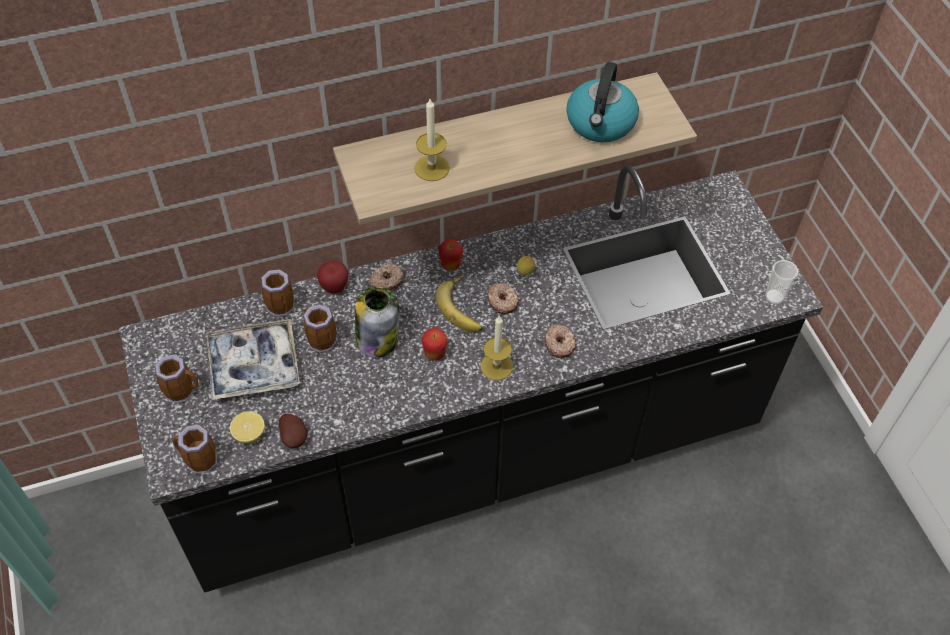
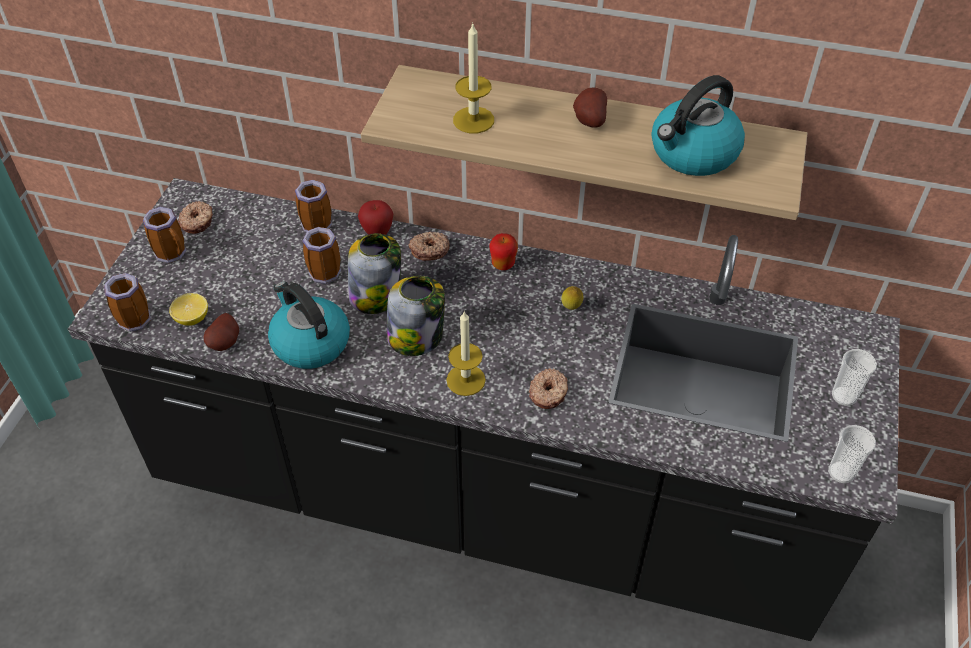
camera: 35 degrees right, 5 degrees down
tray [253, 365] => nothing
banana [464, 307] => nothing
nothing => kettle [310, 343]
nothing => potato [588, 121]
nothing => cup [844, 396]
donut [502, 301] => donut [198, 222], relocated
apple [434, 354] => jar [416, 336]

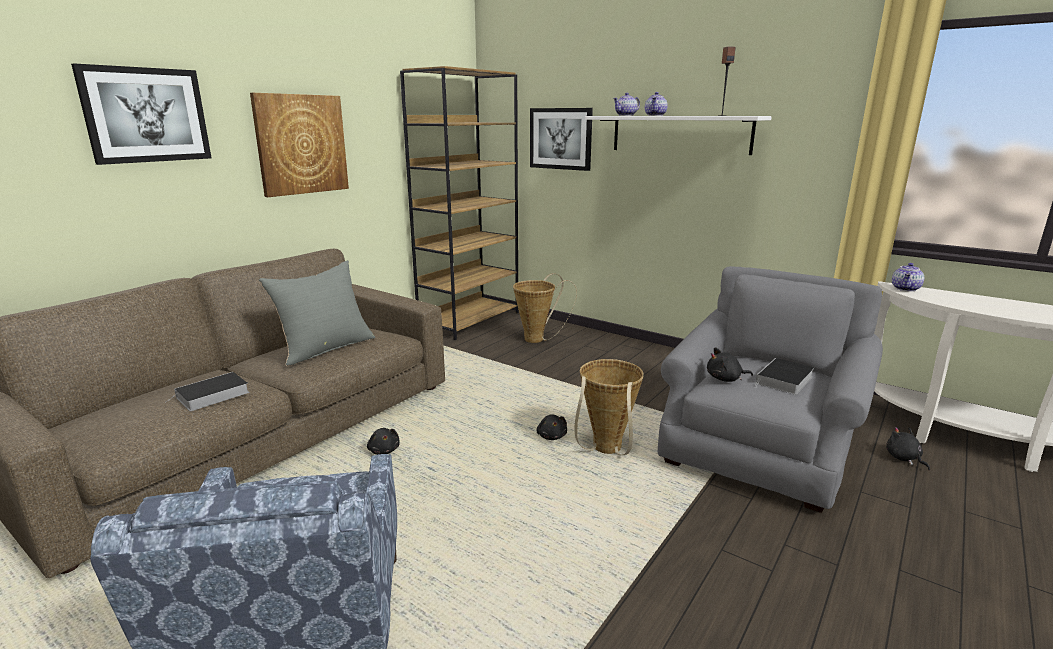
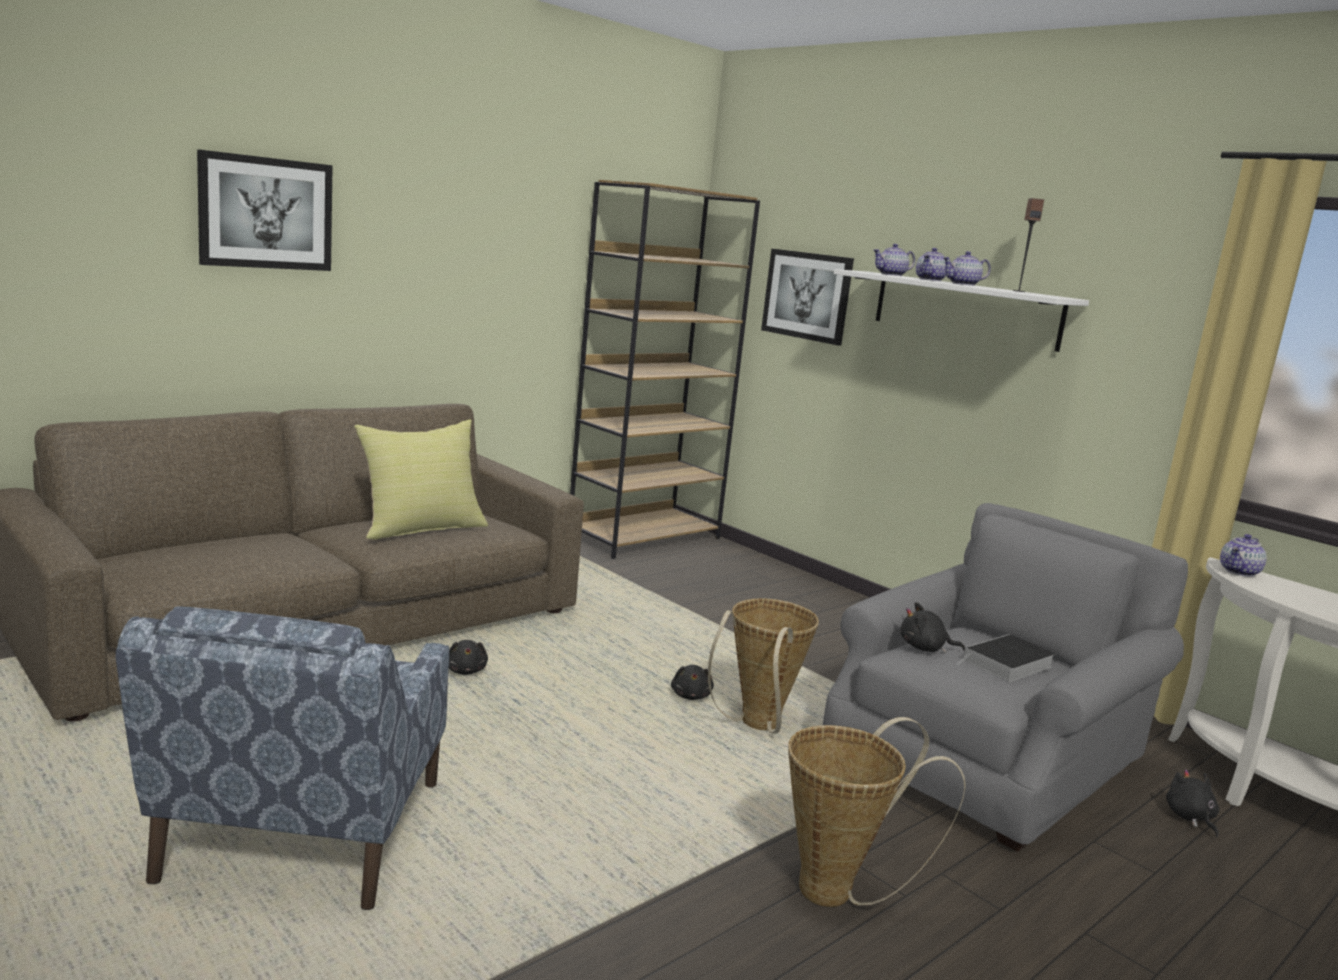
camera: 10 degrees right, 5 degrees down
book [211, 396] => nothing
picture [301, 144] => nothing
nothing => teapot [963, 284]
basket [538, 339] => basket [837, 891], relocated
grey pillow [326, 348] => yellow pillow [422, 528]

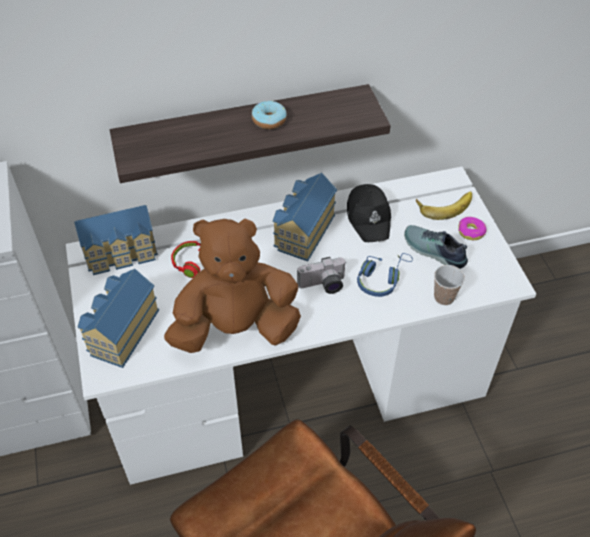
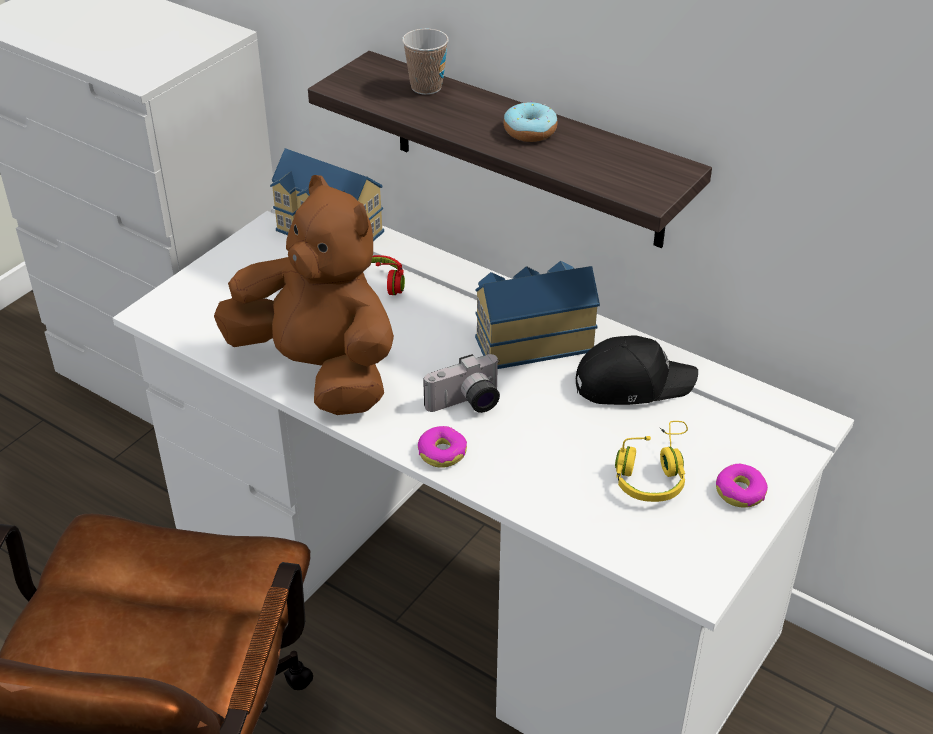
camera: 50 degrees right, 10 degrees down
toy house [121, 331] => nothing
blue headphones [382, 279] => nothing
banana [444, 205] => nothing
nothing => donut [442, 452]
cup [444, 297] => cup [426, 87], relocated
shoe [433, 251] => yellow headphones [652, 473]
photo camera [323, 286] => photo camera [466, 404], 60 degrees counterclockwise
black cap [369, 217] => black cap [632, 383], 135 degrees counterclockwise

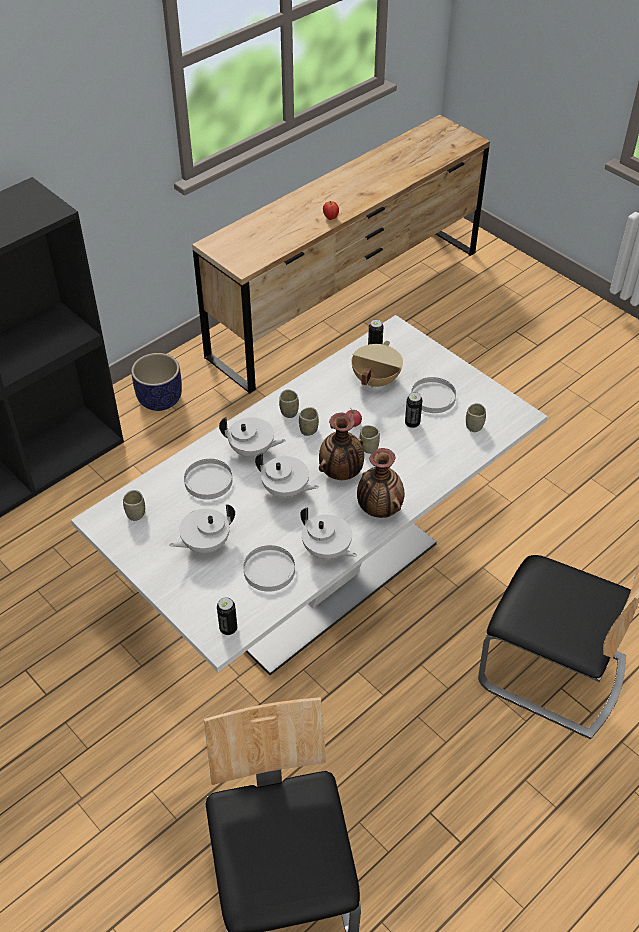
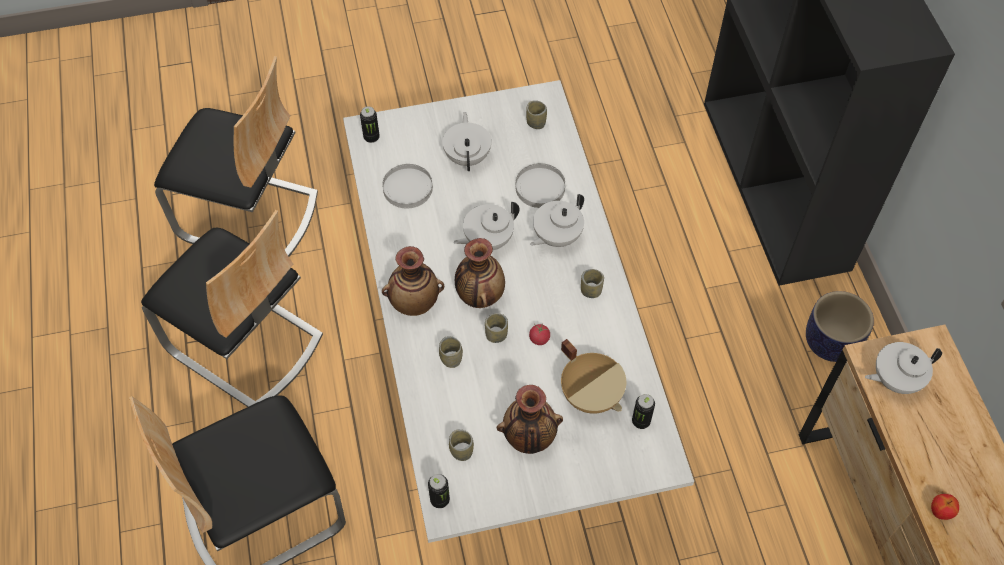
camera: 120 degrees right, 10 degrees up
nothing => chair [244, 344]
cup [308, 430] => cup [451, 359], relocated
white teapot [327, 551] => white teapot [895, 379], relocated
can [412, 423] => can [440, 500], relocated
white plate [433, 397] => vase [529, 437]

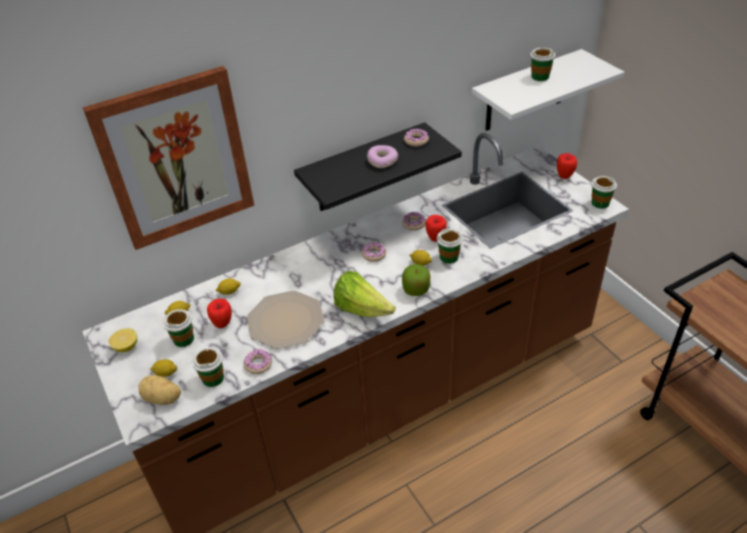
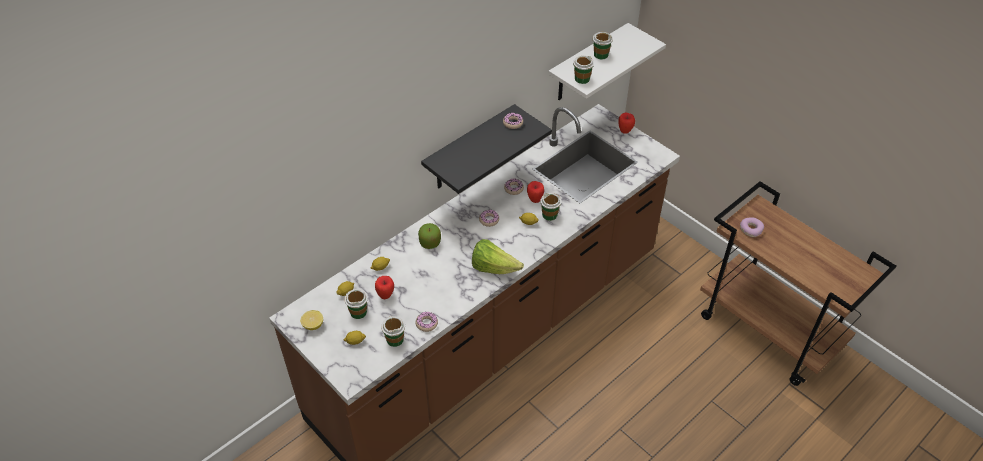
camera: 15 degrees left, 5 degrees up
picture [176, 159] => nothing
potato [162, 399] => nothing
plate [285, 321] => nothing
donut [382, 161] => donut [750, 229], relocated
apple [416, 289] => apple [430, 243], relocated
cup [600, 203] => cup [582, 79], relocated

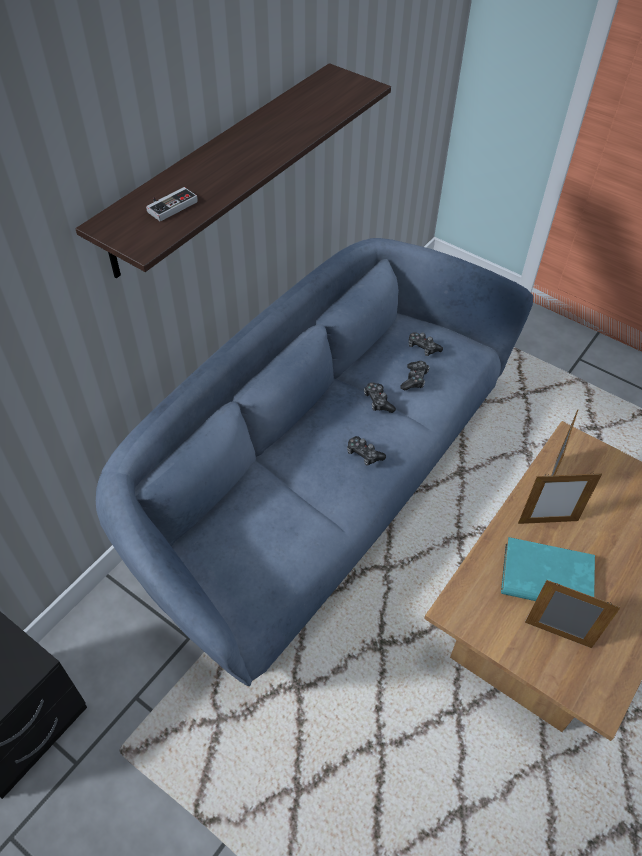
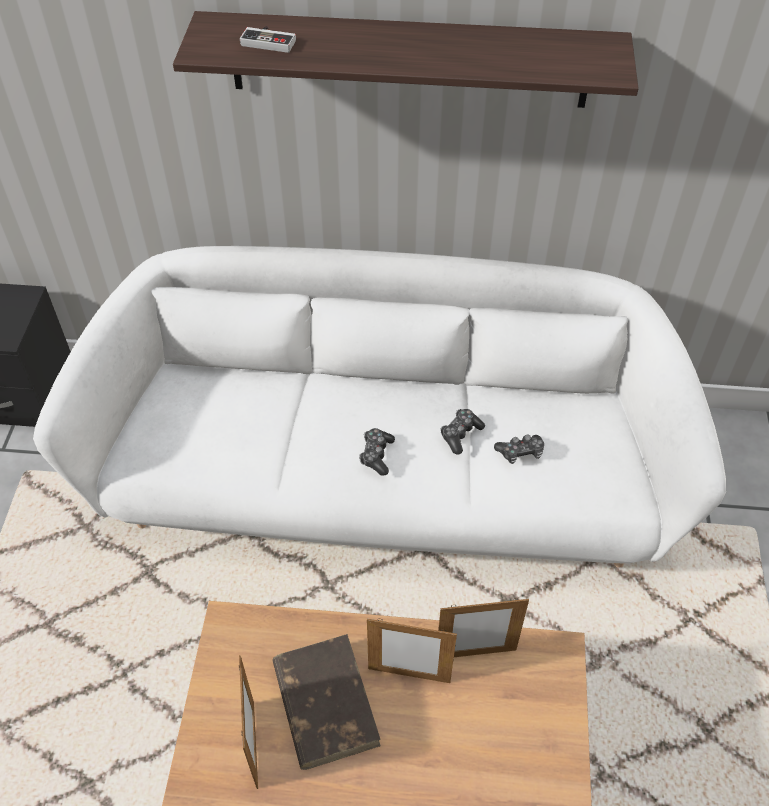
camera: 60 degrees right, 0 degrees up
game controller [423, 347] => nothing
blue sofa [321, 490] => white sofa [384, 479]
turquoise book [545, 578] => brown book [325, 702]
picture frame [548, 521] => picture frame [409, 675], 45 degrees counterclockwise

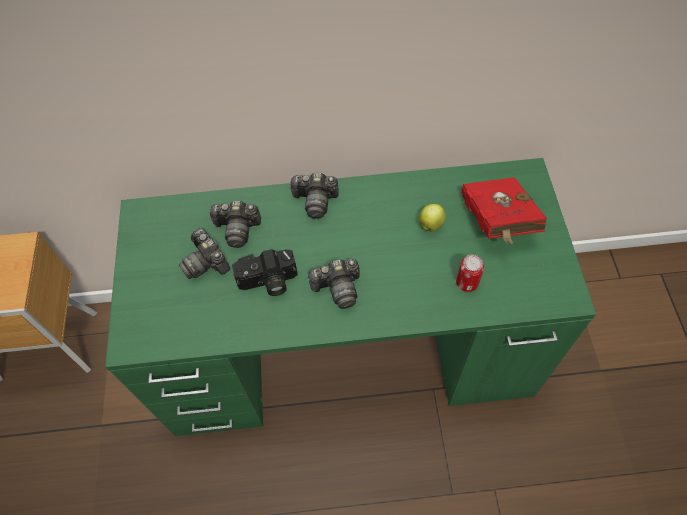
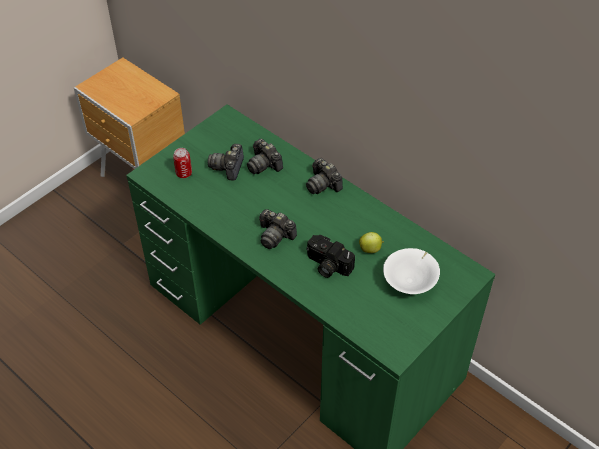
camera: 45 degrees right, 10 degrees down
photo camera [268, 282] => photo camera [327, 265], relocated
can [467, 283] => can [184, 173], relocated
red book [497, 223] => white bowl [410, 282]

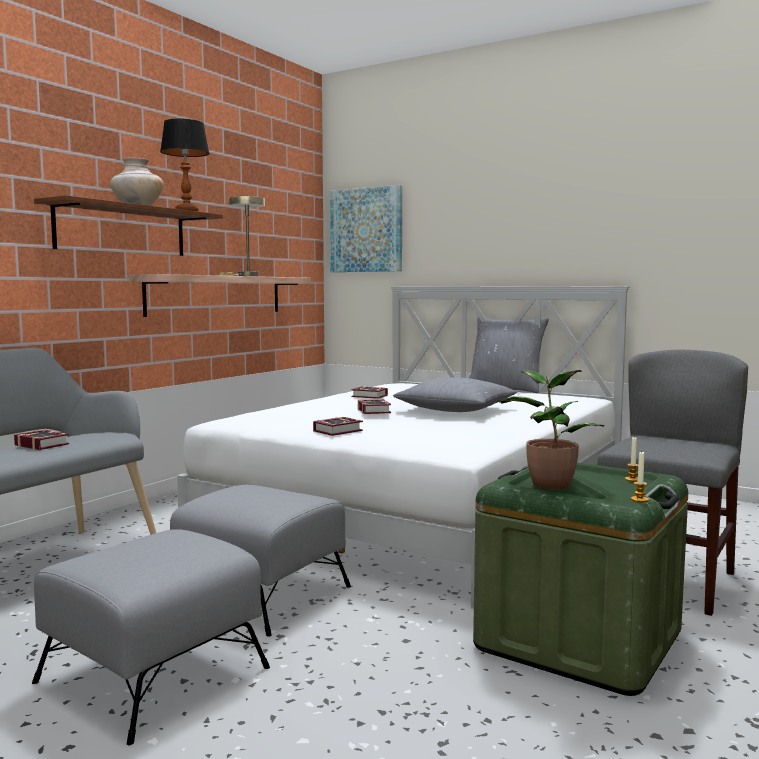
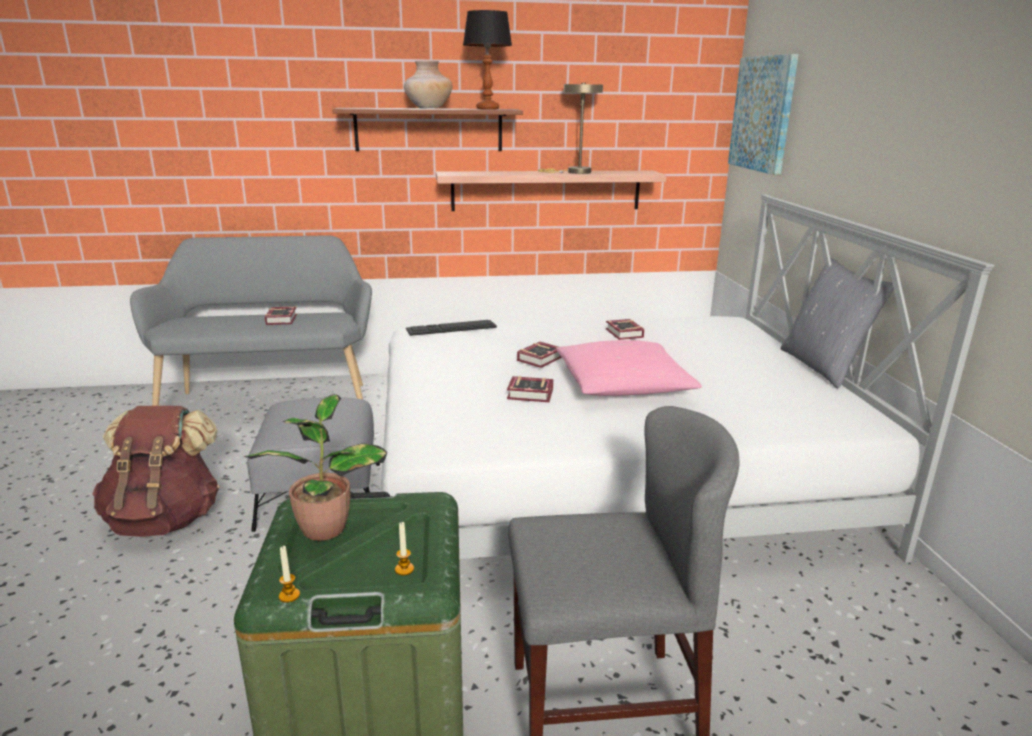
camera: 50 degrees right, 15 degrees up
nothing => keyboard [451, 328]
book [340, 431] => book [532, 395], relocated
grey ottoman [155, 674] => brown backpack [166, 519]
grey pillow [456, 410] => pink pillow [623, 385]

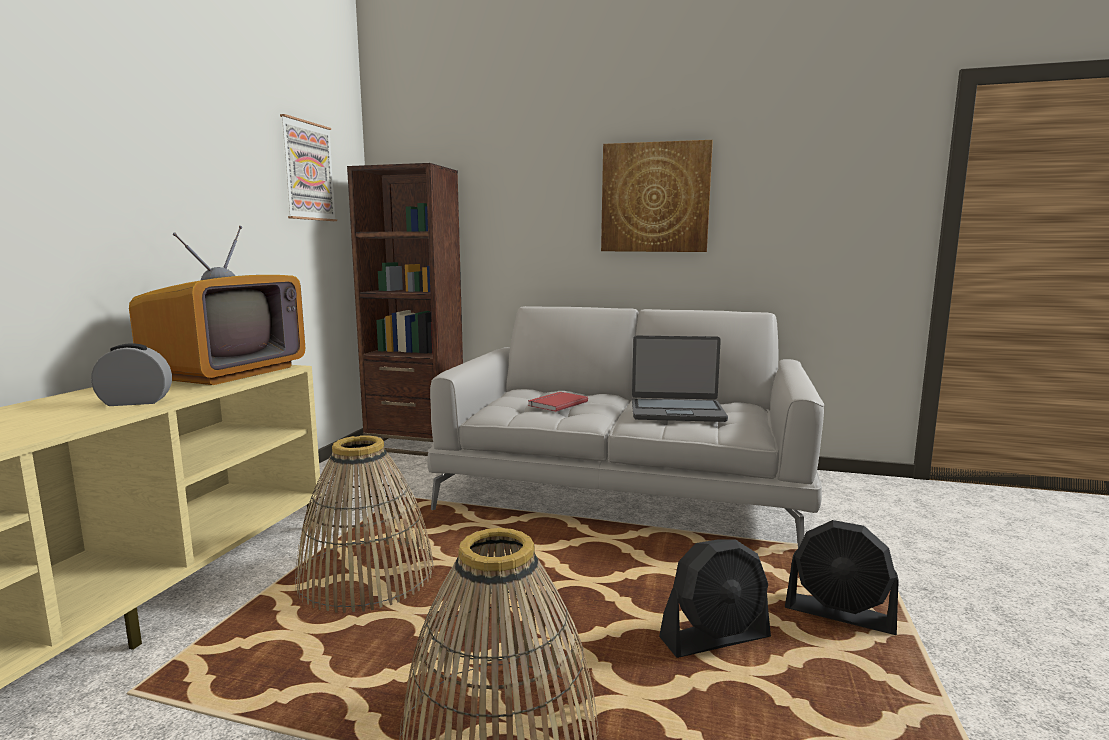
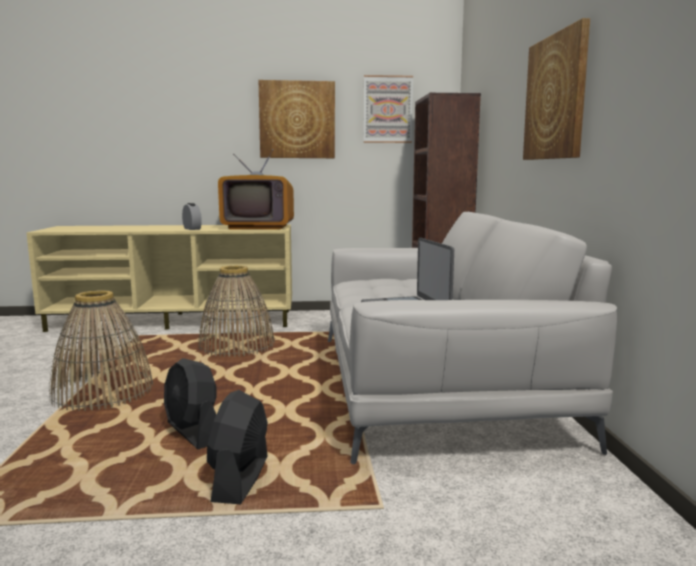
camera: 70 degrees right, 0 degrees up
red book [556, 403] => nothing
nothing => picture [297, 120]

